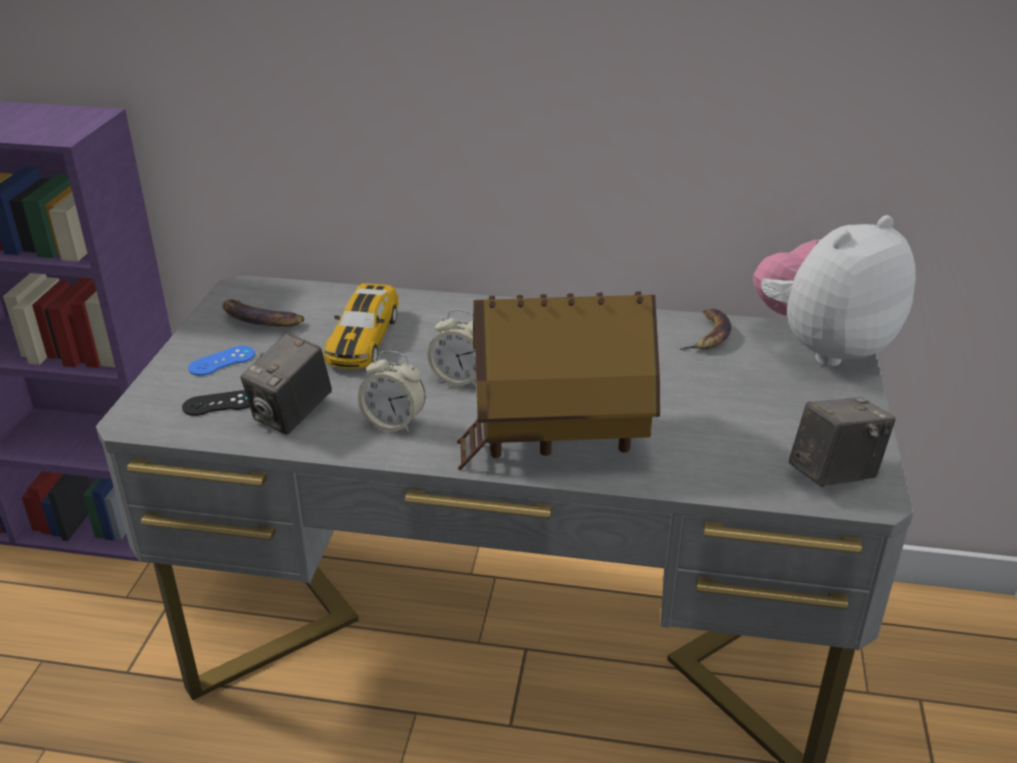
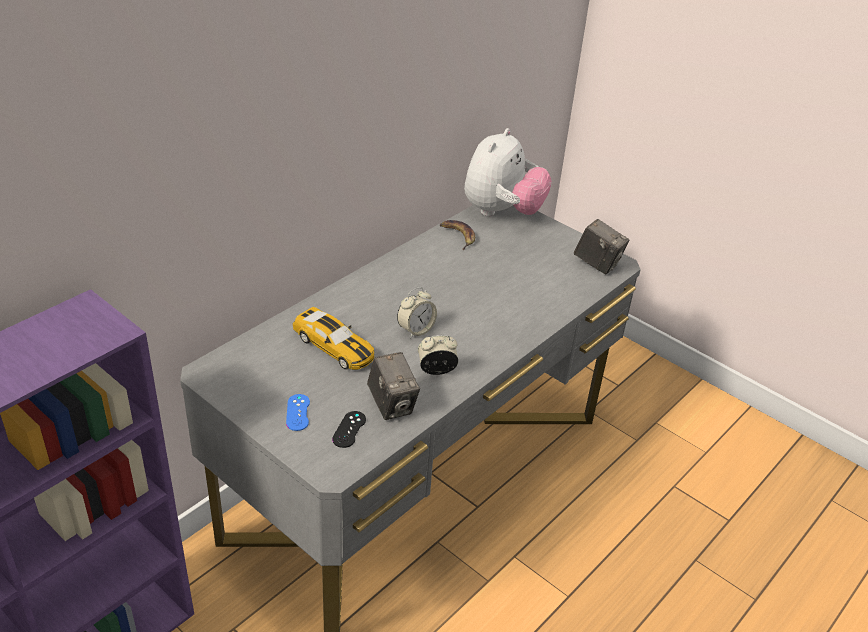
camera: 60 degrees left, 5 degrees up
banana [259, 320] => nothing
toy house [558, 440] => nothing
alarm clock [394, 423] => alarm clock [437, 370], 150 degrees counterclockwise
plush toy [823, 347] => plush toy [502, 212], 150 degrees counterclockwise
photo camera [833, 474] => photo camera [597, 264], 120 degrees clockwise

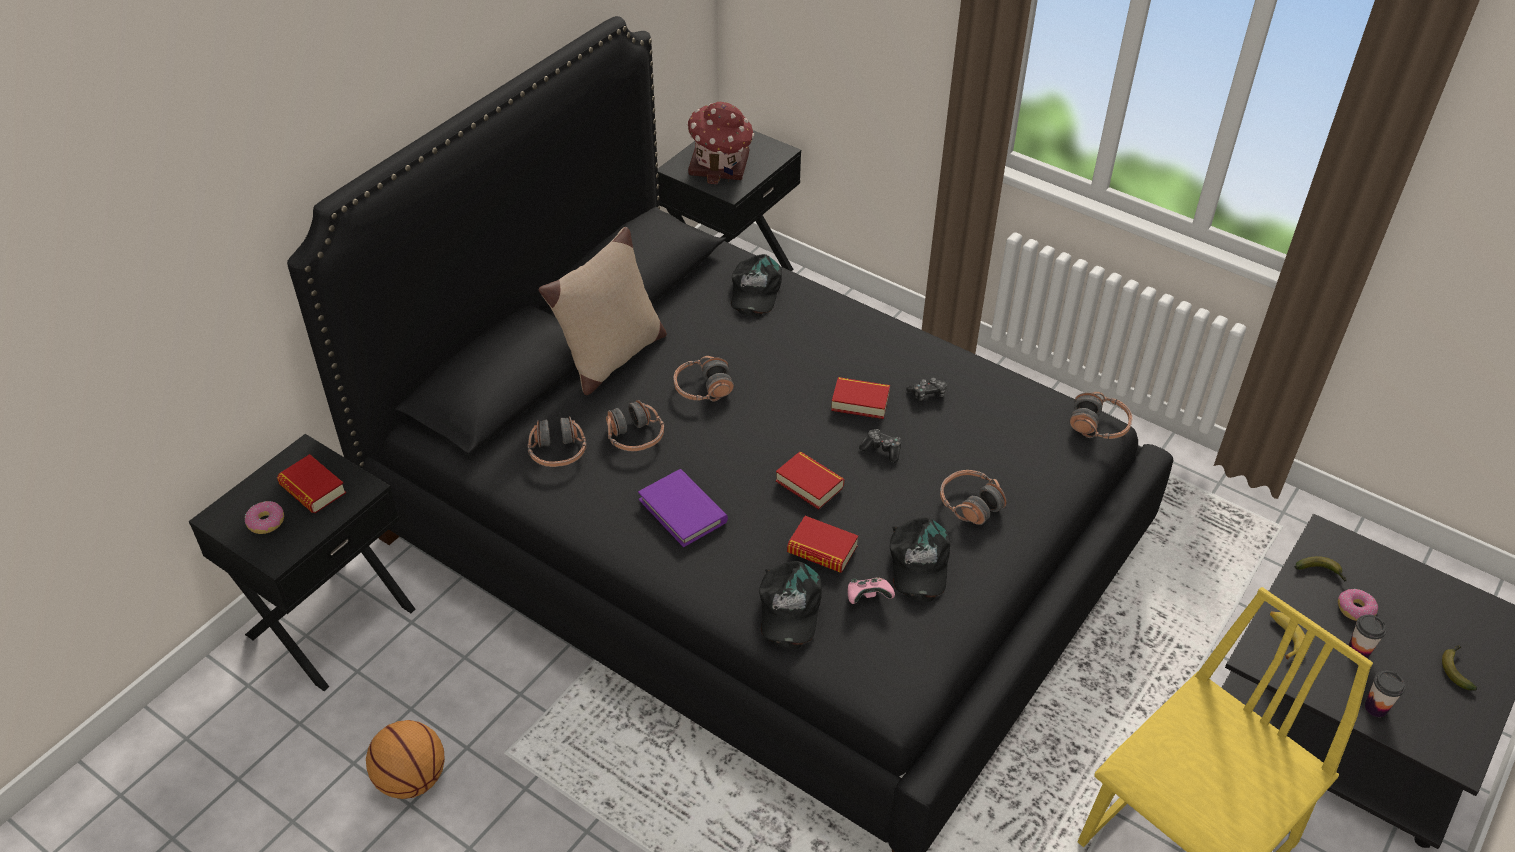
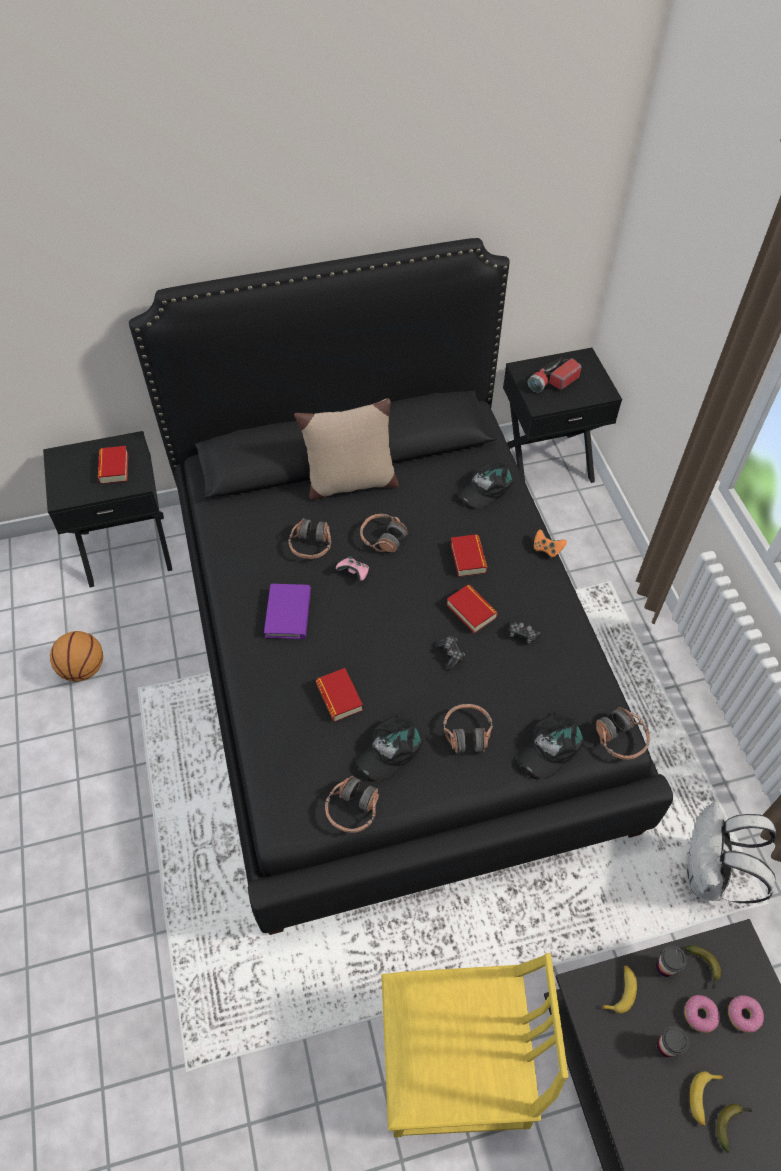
camera: 40 degrees right, 10 degrees up
nothing => orange game controller [547, 549]
nothing => white backpack [708, 875]
nothing => banana [703, 1098]
donut [266, 522] => donut [743, 1015], relocated
headphones [558, 452] => headphones [352, 809], relocated
black cap [788, 608] => black cap [549, 747], relocated
book [809, 484] => book [468, 558], relocated
pink game controller [868, 597] => pink game controller [354, 573], relocated
cup [1376, 707] => cup [665, 967], relocated
toy house [720, 165] => flashlight [553, 382]

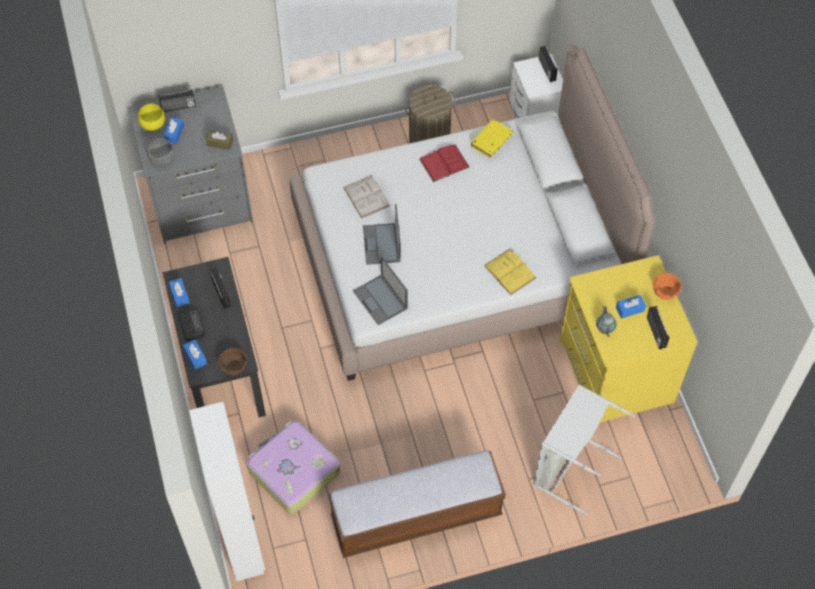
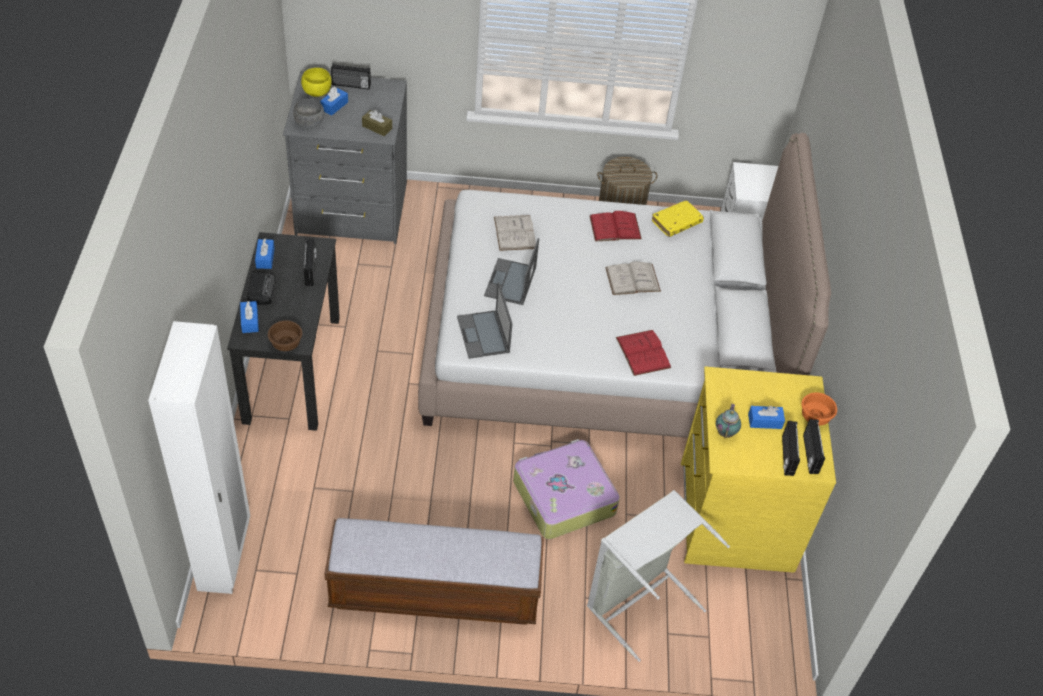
camera: 15 degrees right, 10 degrees down
nothing => white book [632, 279]
suitcase [293, 471] => suitcase [562, 496], relocated
radio [546, 70] => radio [809, 454], relocated
yellow book [510, 272] => red book [643, 352]

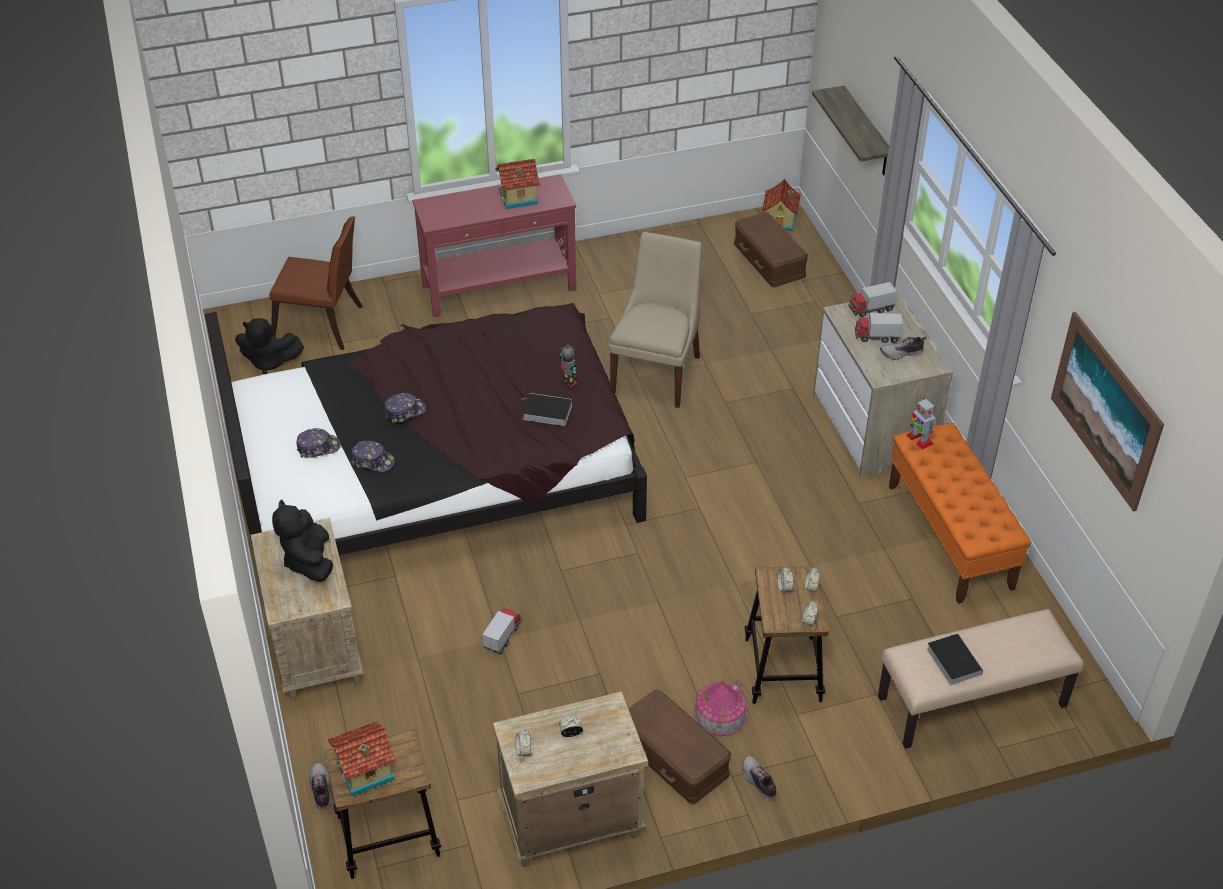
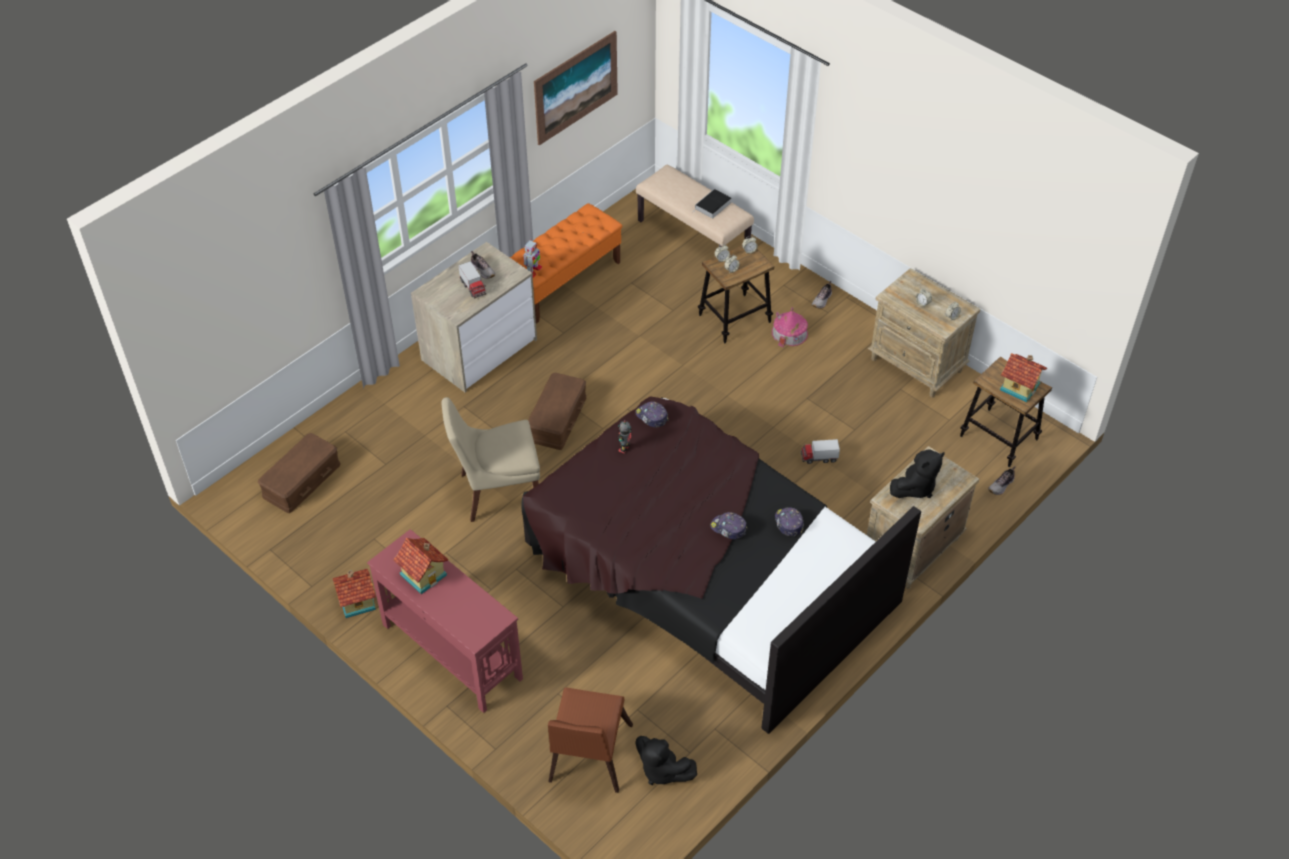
camera: 120 degrees left, 5 degrees up
book [545, 412] => nothing
shelf [866, 133] => nothing
toy truck [871, 309] => nothing
cap [318, 447] => cap [651, 417], relocated
brown storage box [674, 755] => brown storage box [556, 418], relocated
toy house [781, 221] => toy house [356, 601], relocated
black plush toy [269, 362] => black plush toy [661, 770], 150 degrees clockwise
brown chair [323, 326] => brown chair [588, 758], 150 degrees counterclockwise

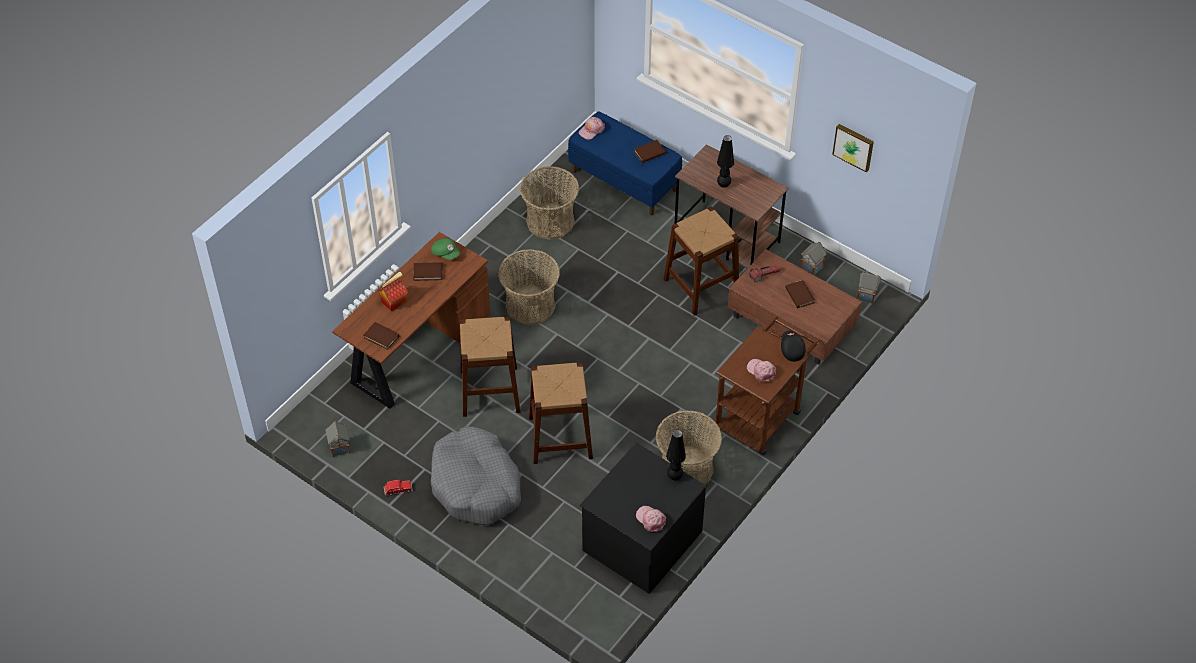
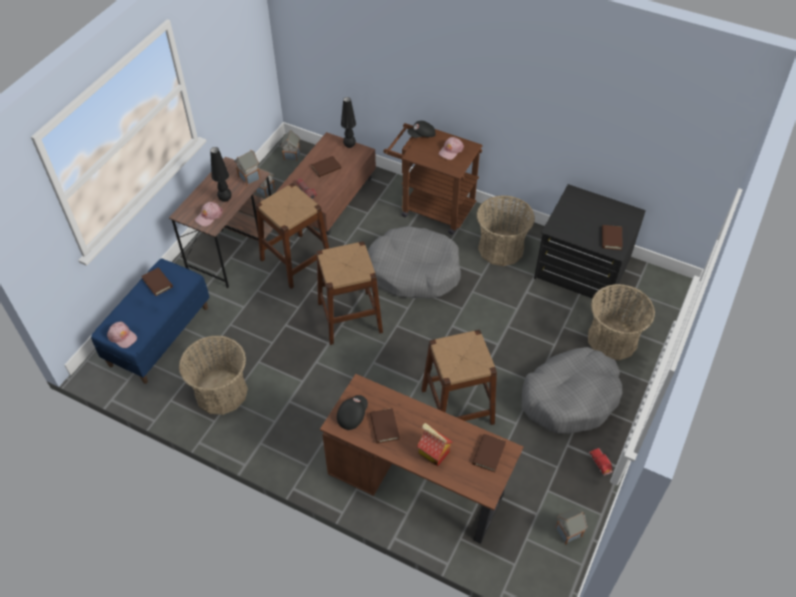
camera: 100 degrees left, 0 degrees up
picture [854, 146] => nothing
nothing => toy house [249, 177]
nothing => grey dog bed [413, 271]
nothing => brown book [611, 238]
basket [530, 305] => basket [612, 339], relocated
brown stool [560, 437] => brown stool [349, 317], relocated
pink cap [651, 519] => pink cap [209, 216], relocated
black table lamp [674, 476] => black table lamp [349, 146], relocated
green cap [446, 253] => black cap [352, 415]

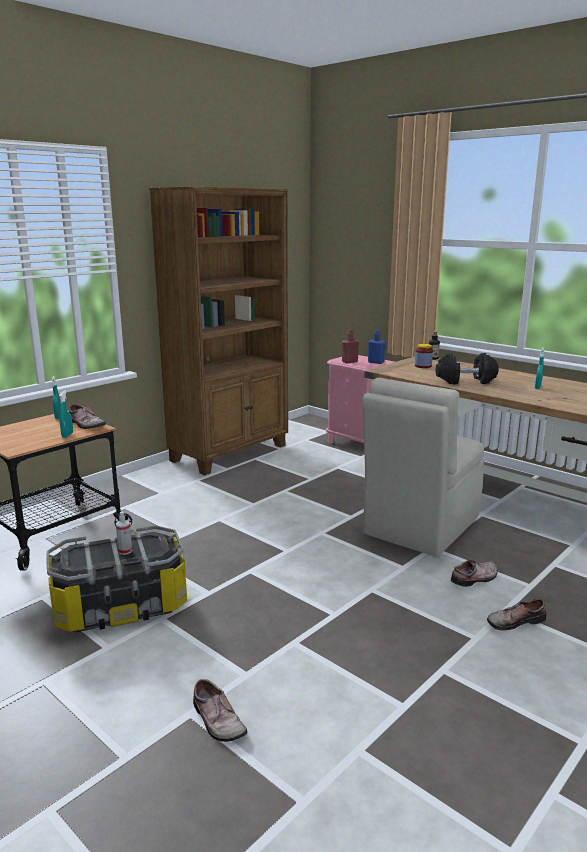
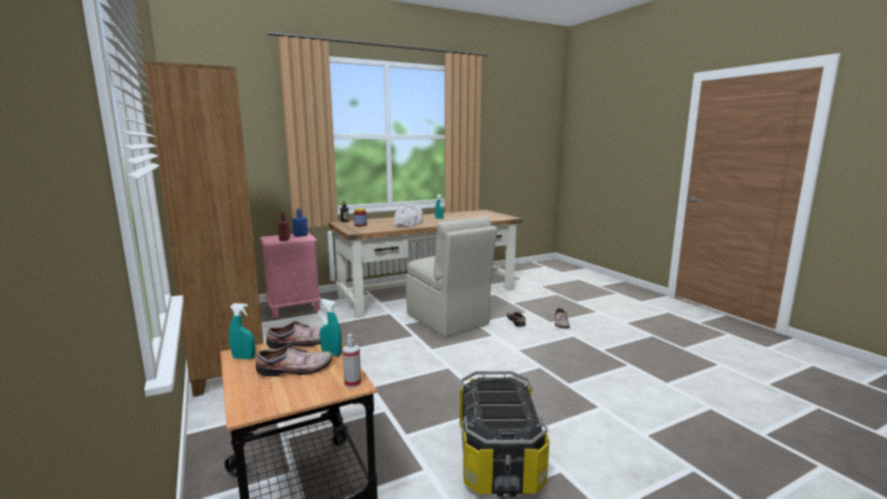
camera: 70 degrees left, 5 degrees down
spray bottle [125, 551] => spray bottle [352, 383], relocated
shoe [216, 721] => shoe [295, 370], relocated
black dumbbell [465, 381] => white dumbbell [409, 224]

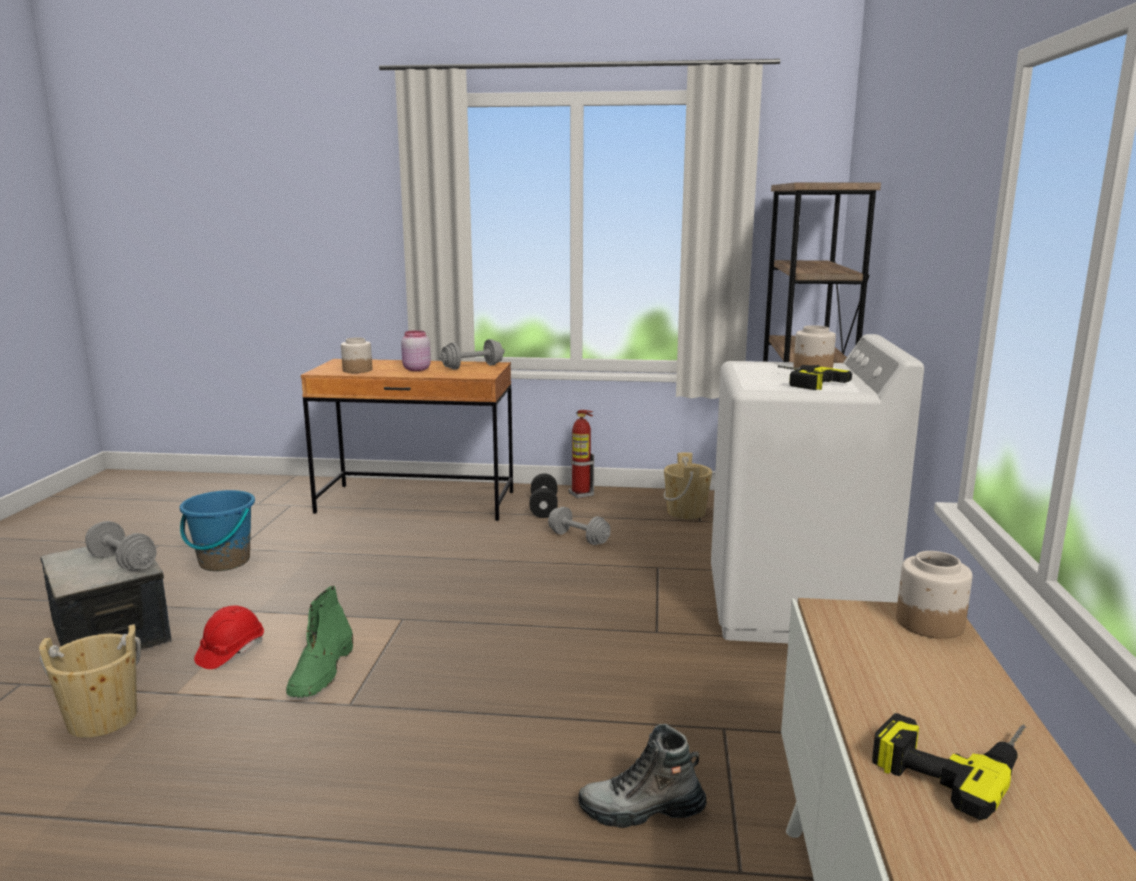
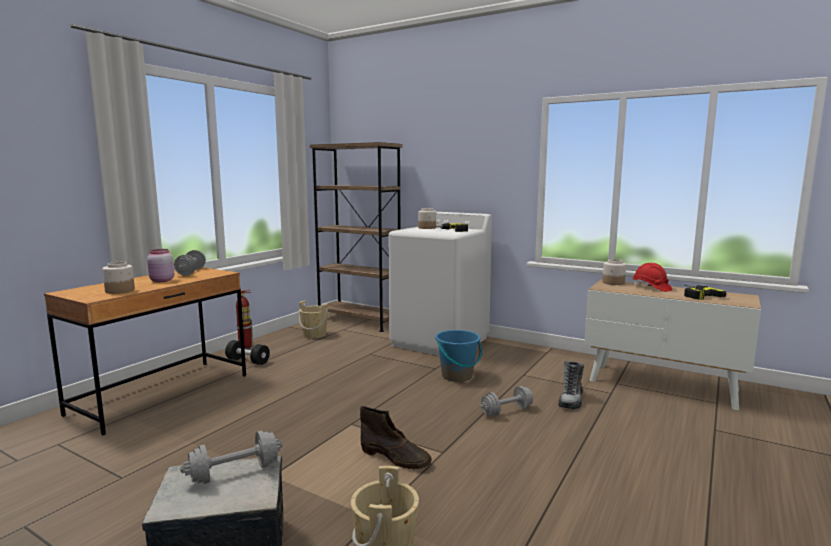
camera: 65 degrees left, 5 degrees down
blue bucket [224, 562] => blue bucket [457, 376], relocated
red hard hat [230, 652] => red hard hat [651, 288], relocated
grey dumbbell [578, 538] => grey dumbbell [506, 411], relocated
green boot [321, 672] => brown boot [395, 457]

